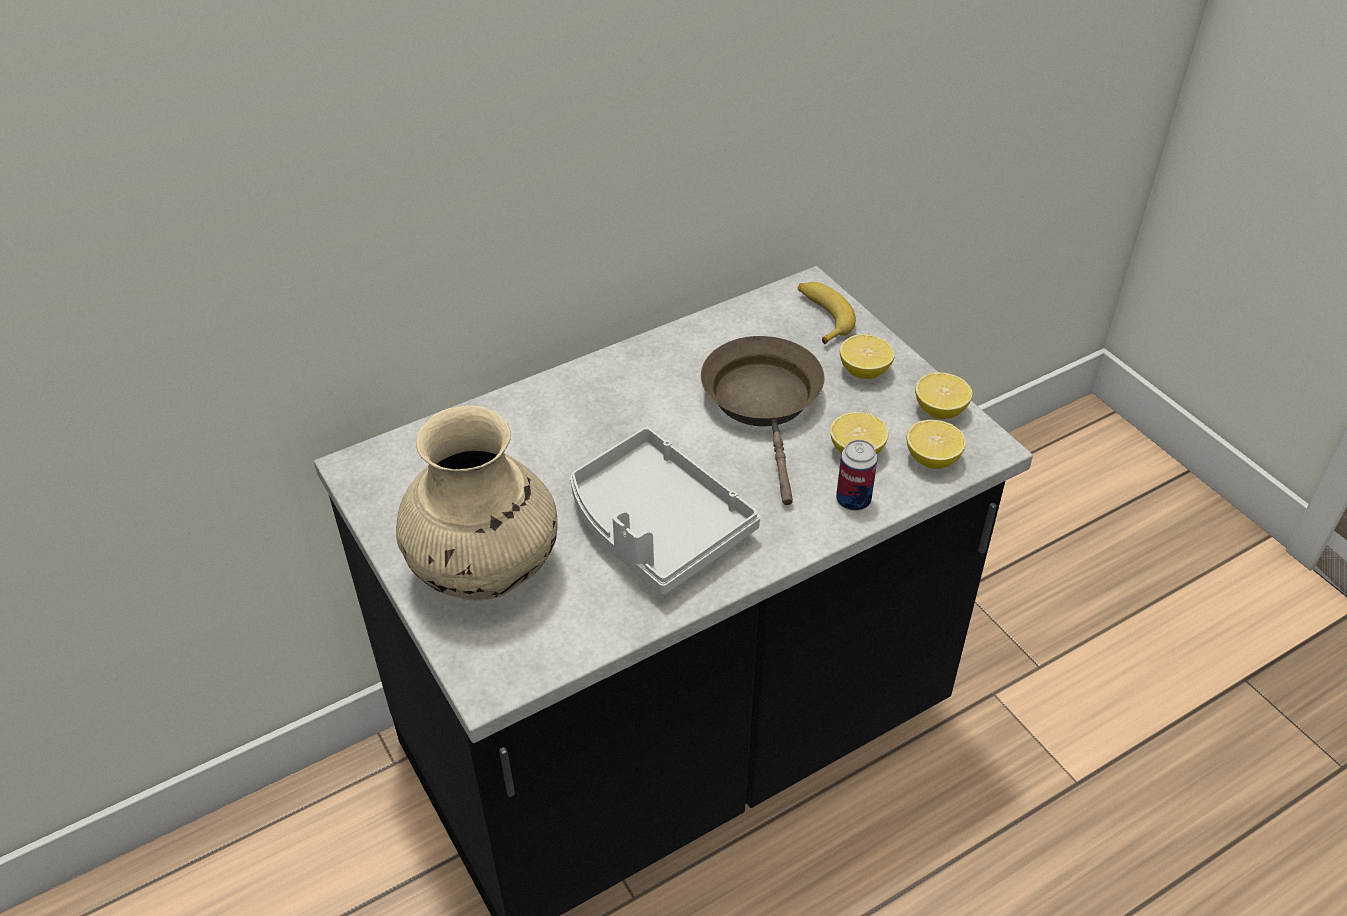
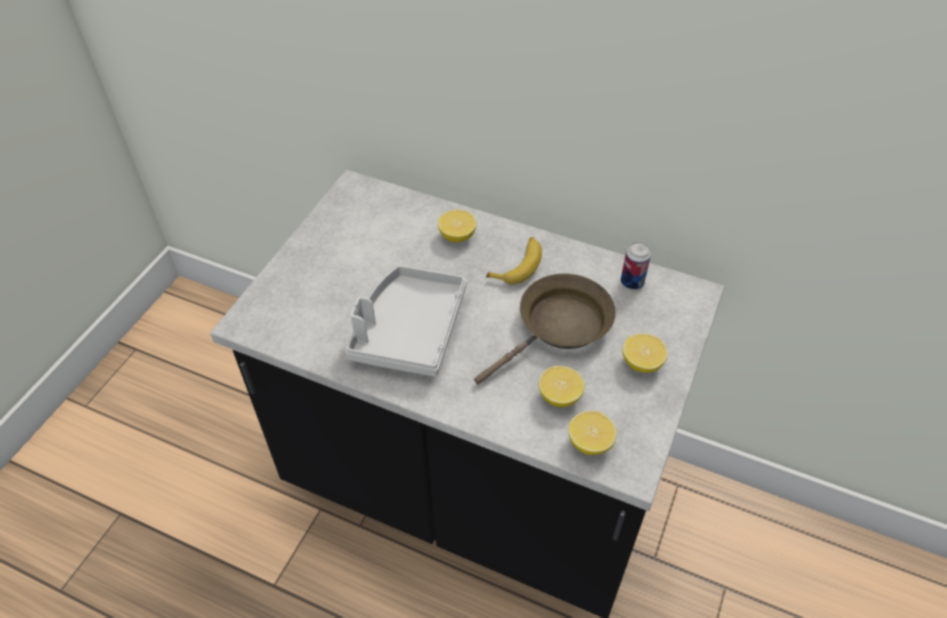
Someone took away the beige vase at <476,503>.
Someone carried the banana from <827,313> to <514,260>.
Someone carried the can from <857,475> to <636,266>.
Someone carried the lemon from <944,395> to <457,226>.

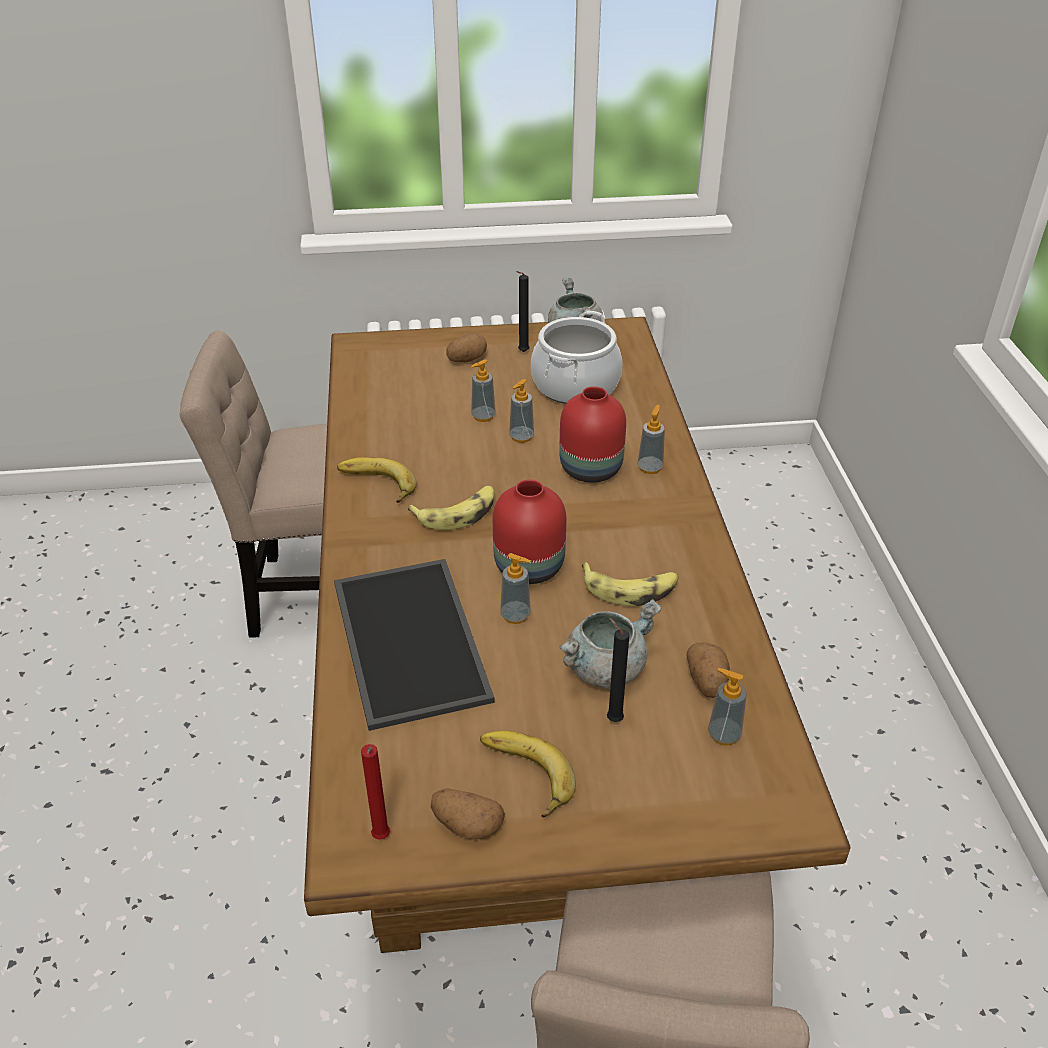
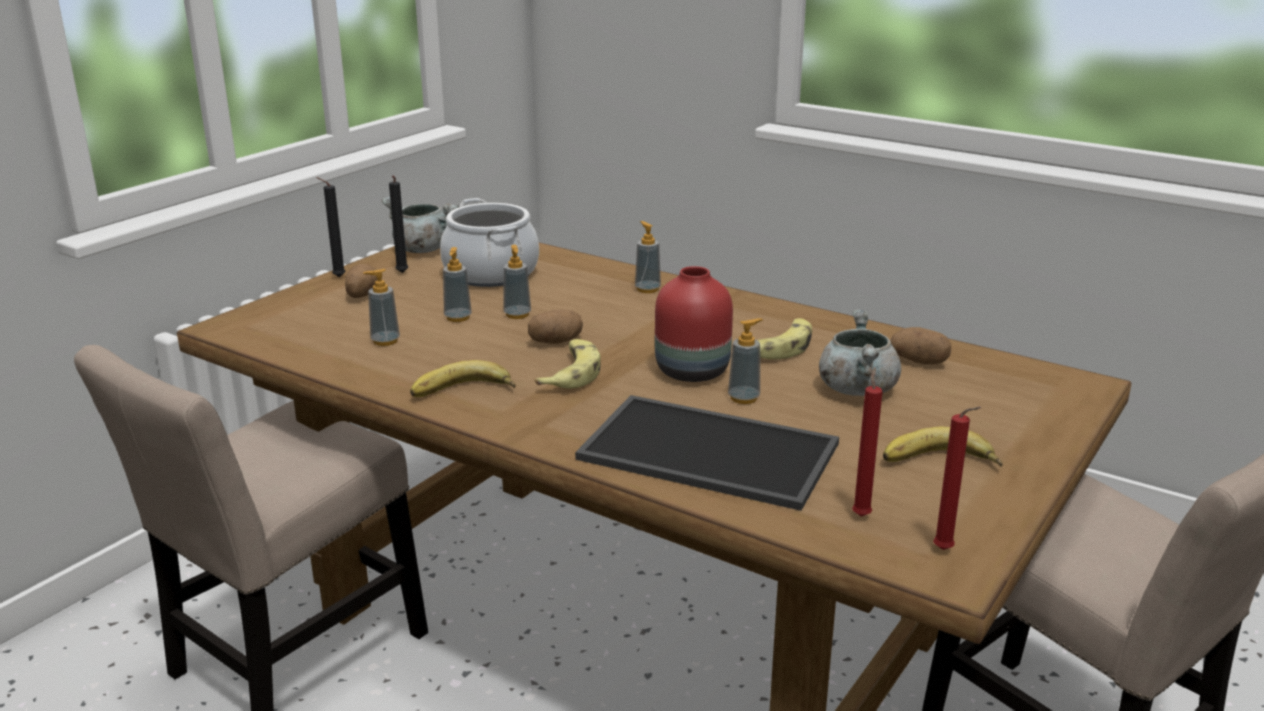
Someone carried the potato from <468,813> to <555,326>.
Someone took away the red vase at <592,434>.
Someone carried the black candle from <618,670> to <331,227>.
Someone carried the soap dispenser from <727,707> to <381,307>.
Someone put down the red candle at <867,442>.

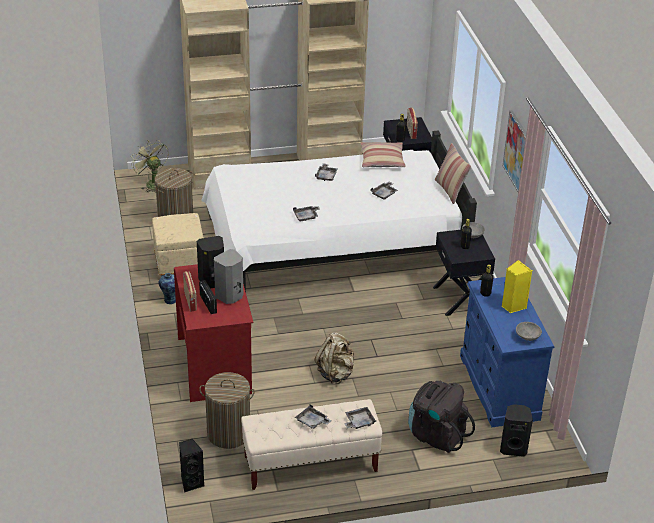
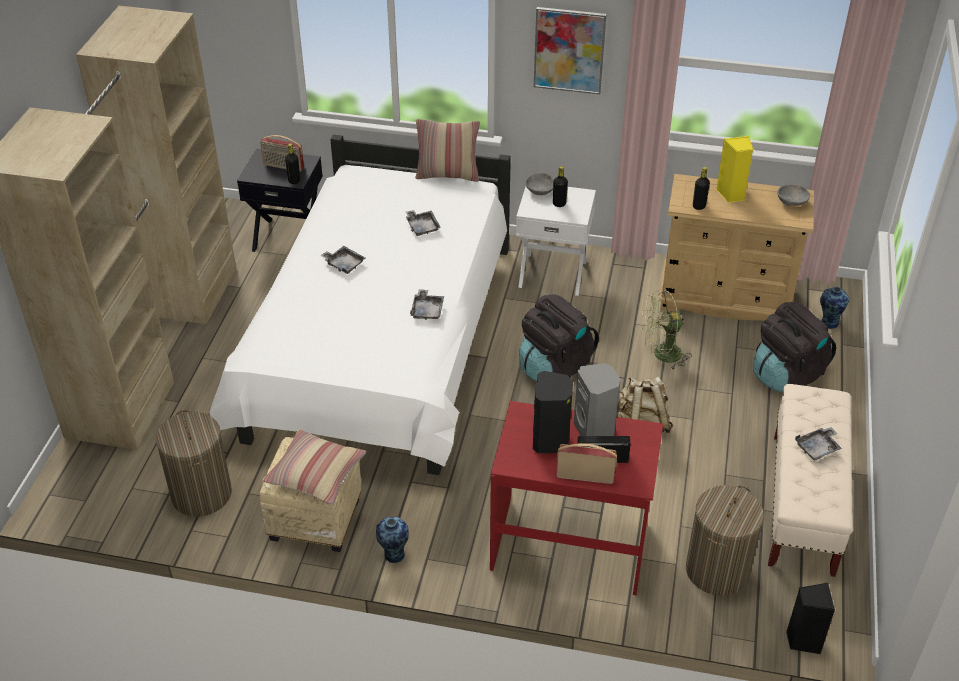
Someone carried the green fan from <150,165> to <666,329>.
Someone took away the grey tray at <360,418>.
Someone carried the pillow from <383,154> to <314,467>.
Someone repainted the black nightstand at <464,273>, which became the white nightstand at <556,241>.
Someone repainted the blue dresser at <507,352>, which became the beige dresser at <736,247>.
Someone swapped the black speaker at <516,430> for the vase at <834,308>.
Someone put down the black backpack at <559,338>.

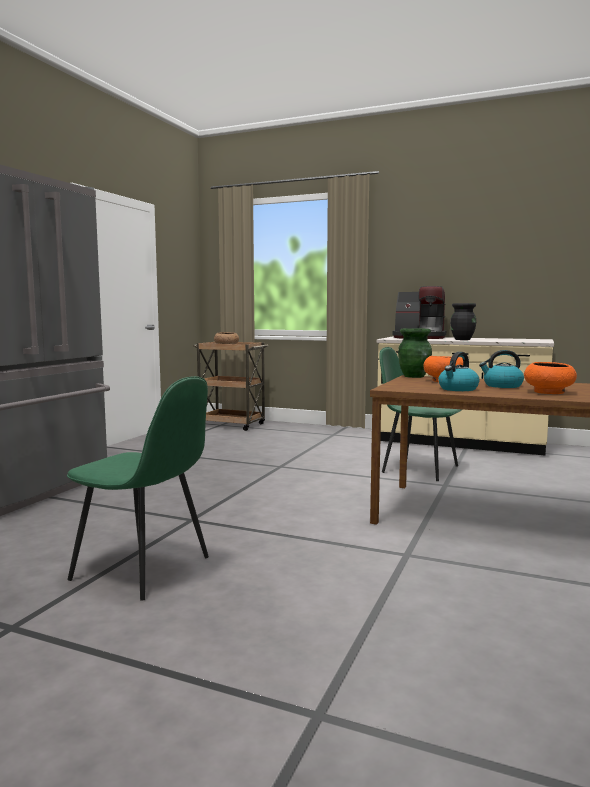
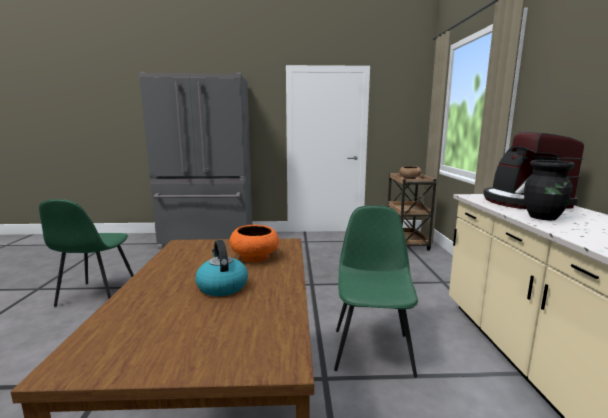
Someone took away the green vase at <415,353>.
Someone took away the kettle at <458,371>.
Someone took away the orange bowl at <550,378>.

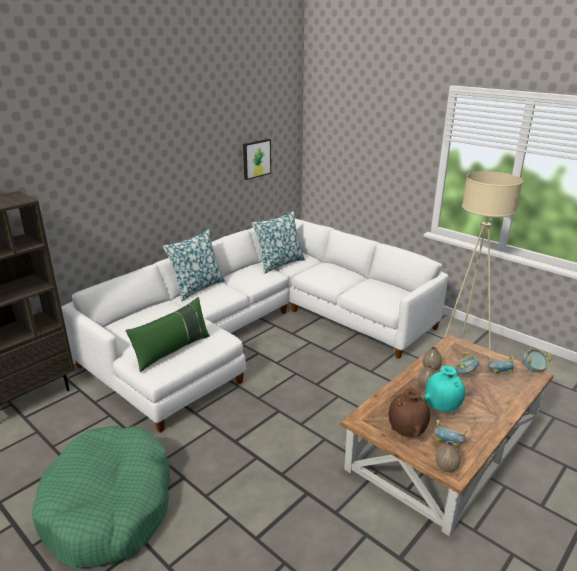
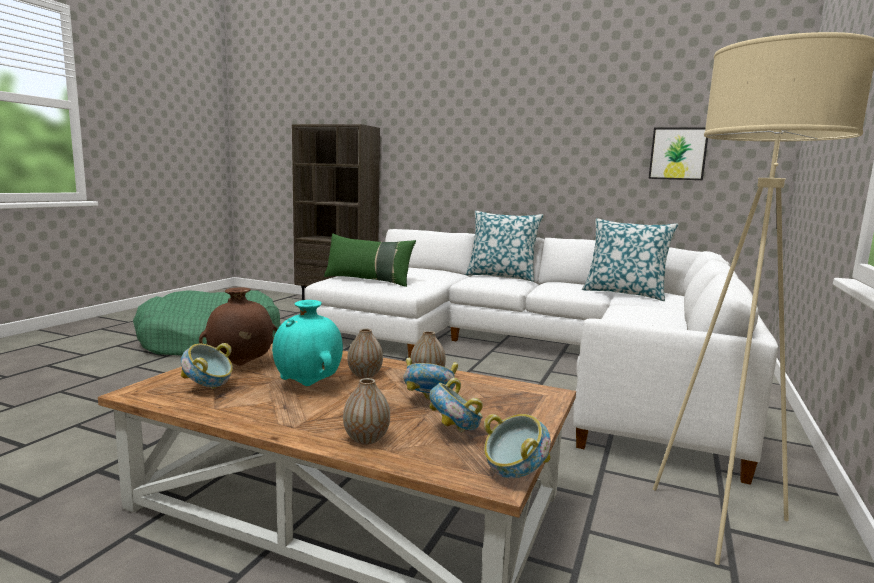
Someone carried the vase from <448,456> to <366,411>.

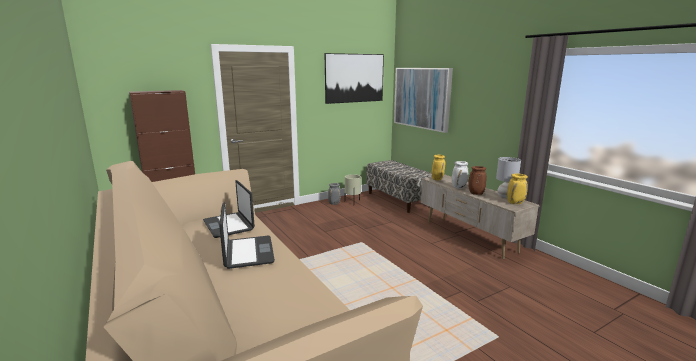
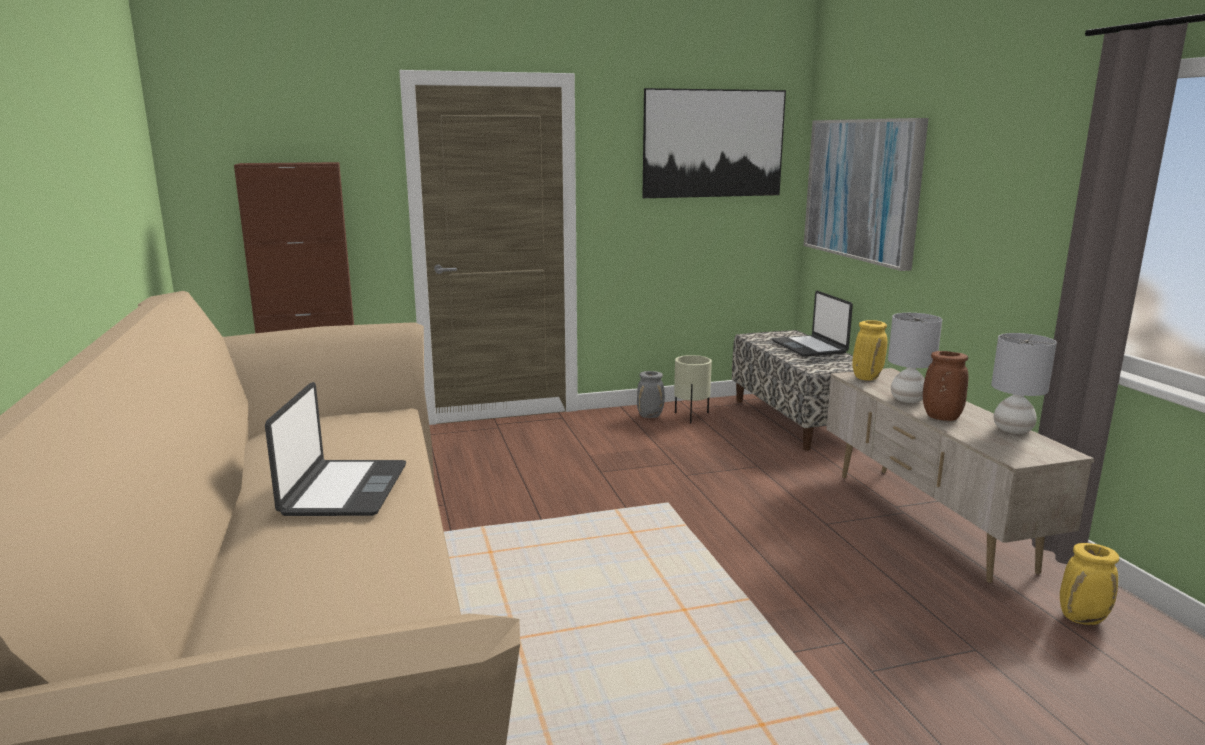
Someone carried the laptop from <229,209> to <812,324>.
Someone swapped the white vase at <460,175> for the grey table lamp at <915,358>.
Someone carried the yellow vase from <517,189> to <1089,584>.

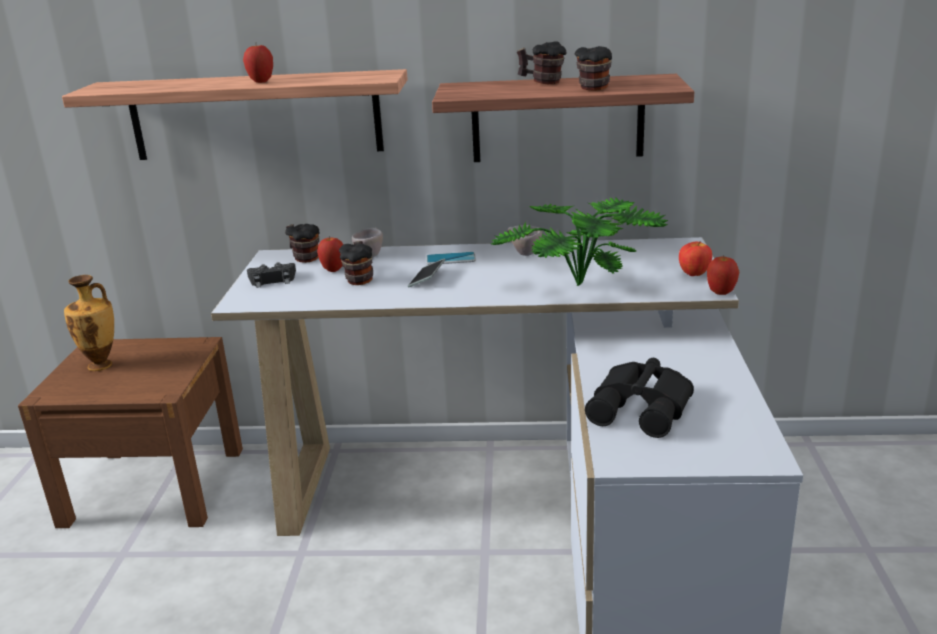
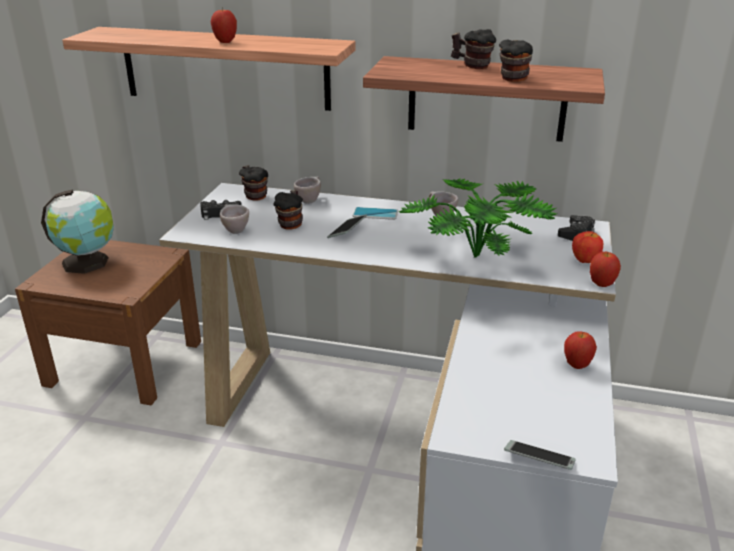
Someone swapped the vase at <89,323> for the globe at <77,232>.
Someone carried the apple from <330,254> to <580,350>.
Someone took away the black binoculars at <639,398>.
Someone put down the beige cup at <234,219>.
Someone put down the phone at <540,455>.
Someone put down the black game controller at <576,228>.

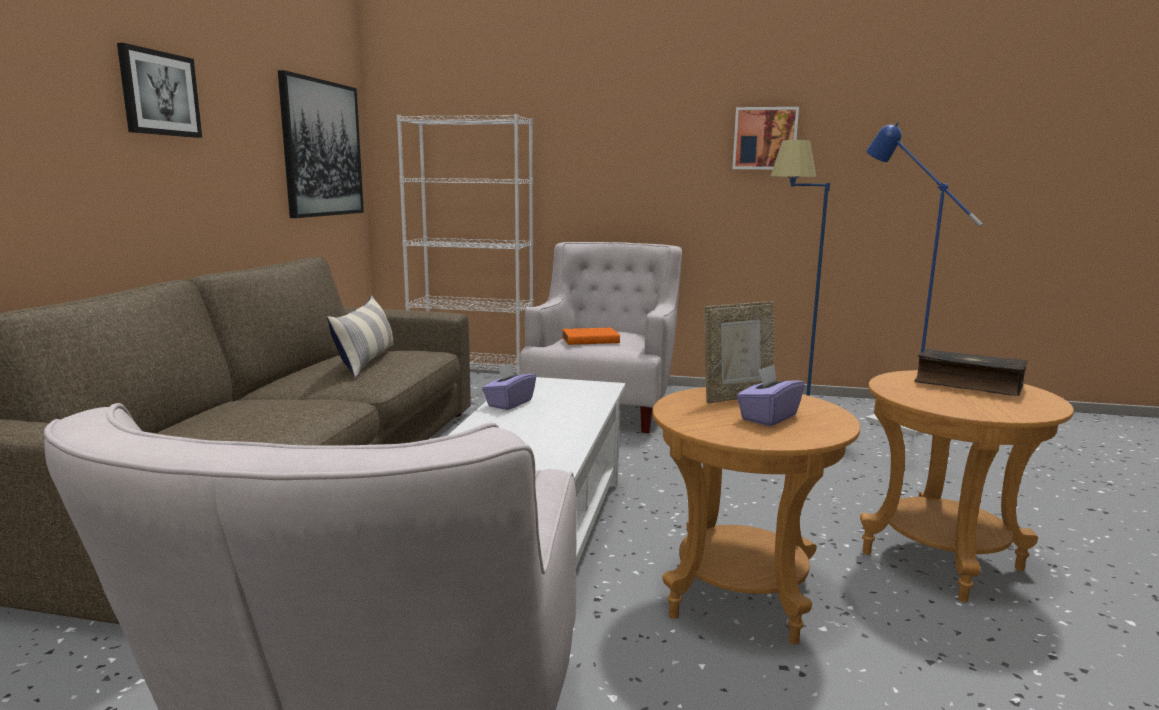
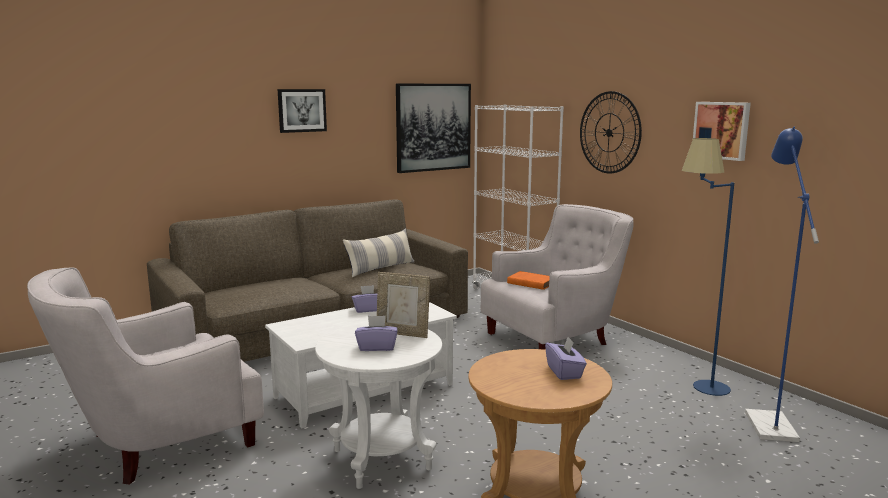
Someone repainted the brown side table at <756,516>, which became the white side table at <378,406>.
Someone swapped the book at <971,372> for the purple tissue box at <566,358>.
Someone put up the wall clock at <611,132>.

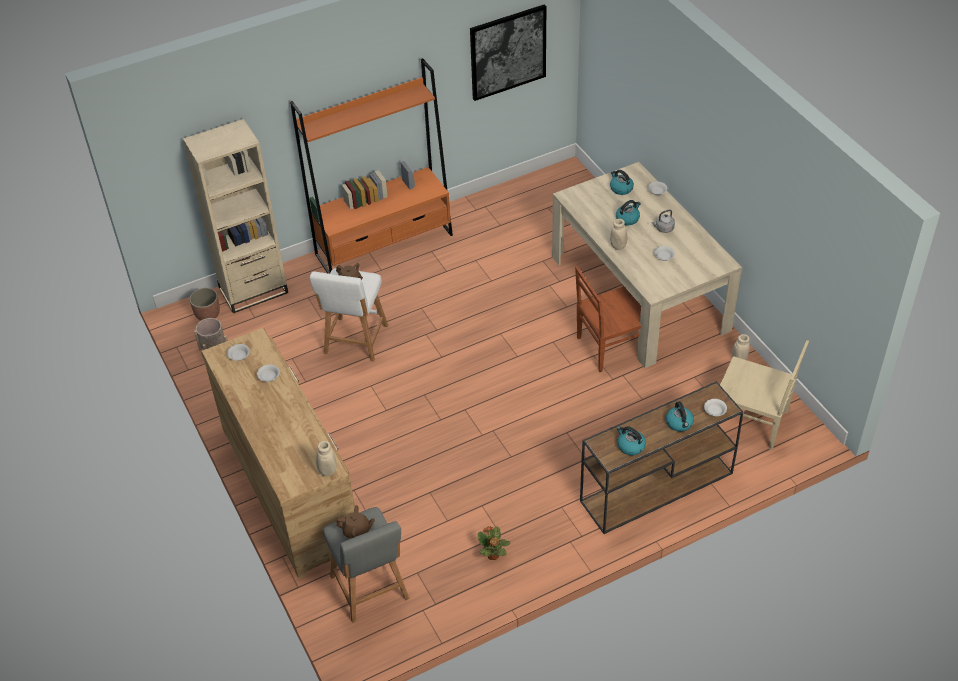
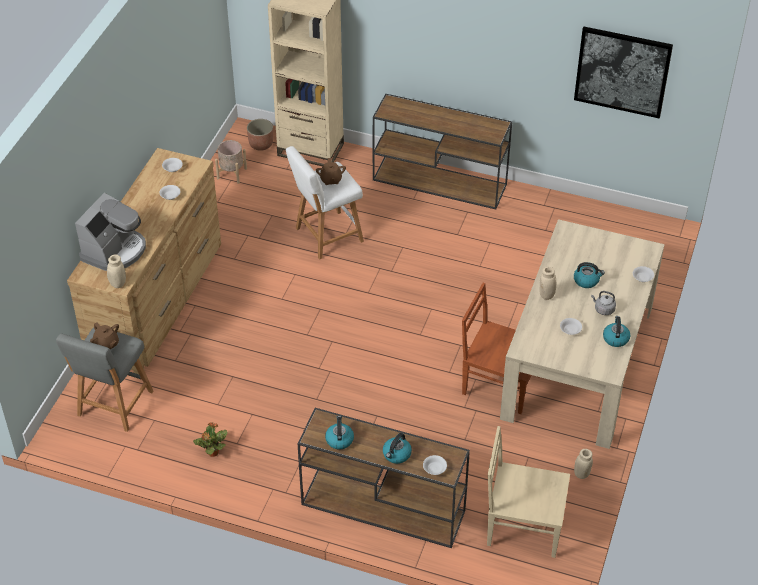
Someone swapped the orange bookcase at <371,166> for the brown console table at <442,151>.
Someone carried the kettle from <622,182> to <616,331>.
Someone rotated the beige chair at <764,395> by 120 degrees clockwise.
Someone put down the coffee machine at <110,232>.

